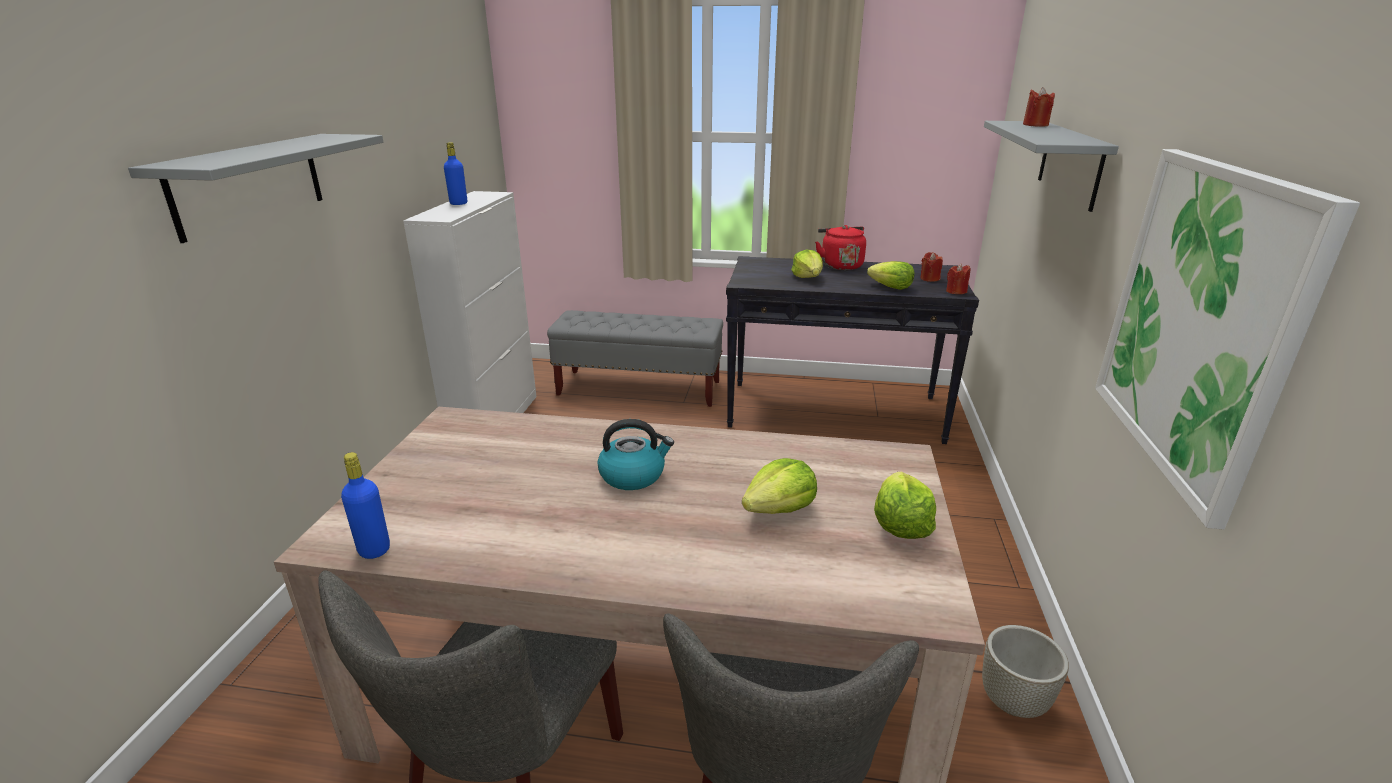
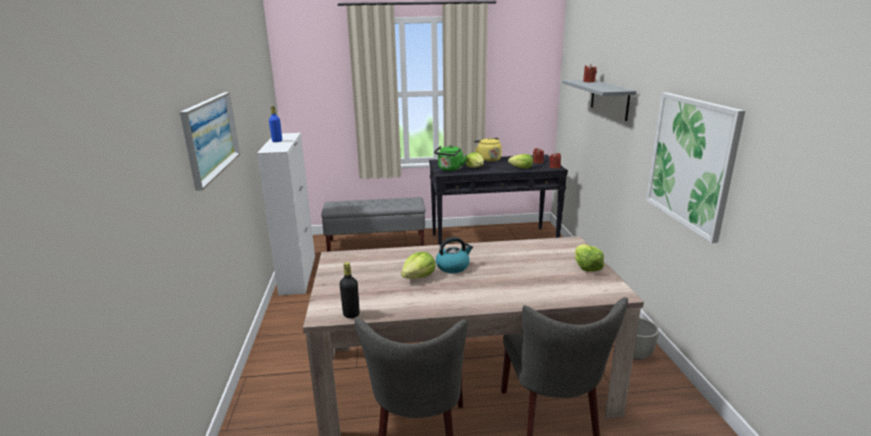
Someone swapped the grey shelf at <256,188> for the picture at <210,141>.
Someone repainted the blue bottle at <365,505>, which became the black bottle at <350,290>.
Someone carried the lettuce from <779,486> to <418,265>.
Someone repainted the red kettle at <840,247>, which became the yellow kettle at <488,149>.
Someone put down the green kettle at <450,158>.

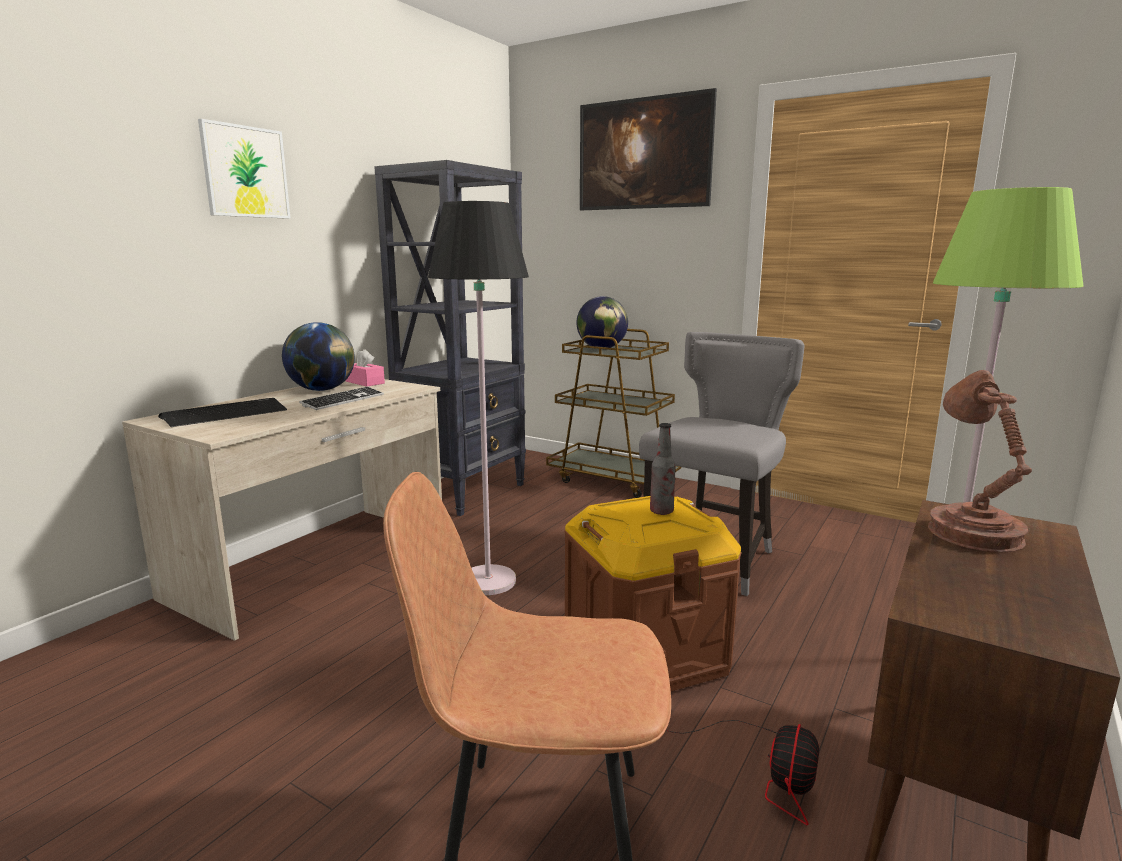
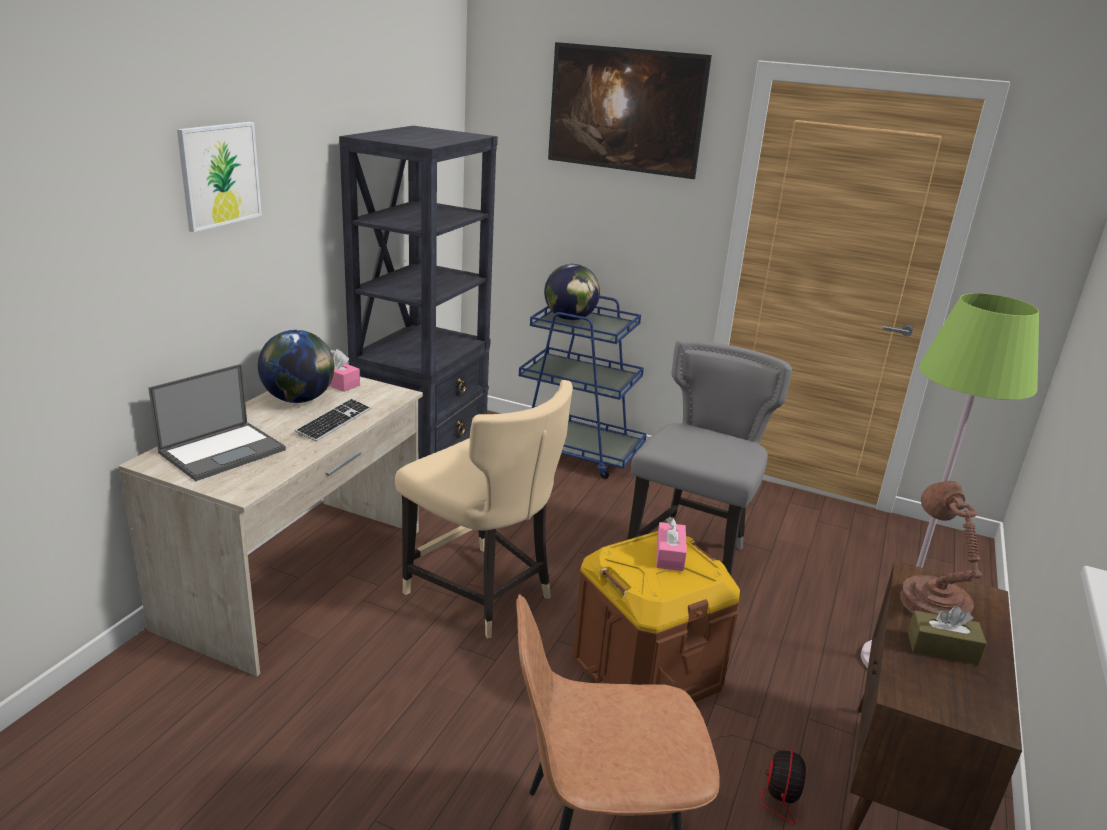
Someone swapped the keyboard at <222,412> for the laptop at <217,422>.
Someone swapped the black floor lamp at <478,398> for the beige chair at <484,509>.
Someone repainted the brown cart at <613,413>, which became the blue cart at <583,387>.
Someone swapped the bottle at <663,469> for the pink tissue box at <671,544>.
Someone put down the brown tissue box at <947,635>.

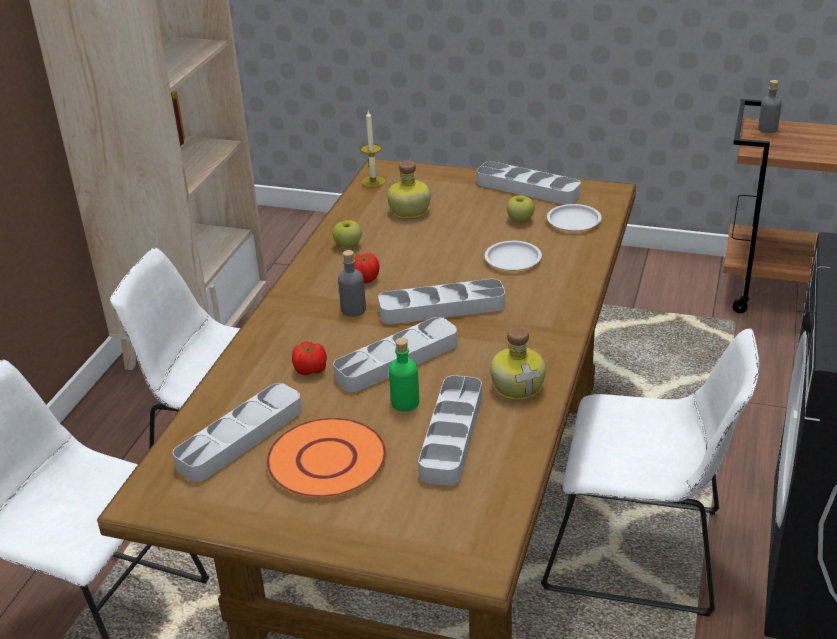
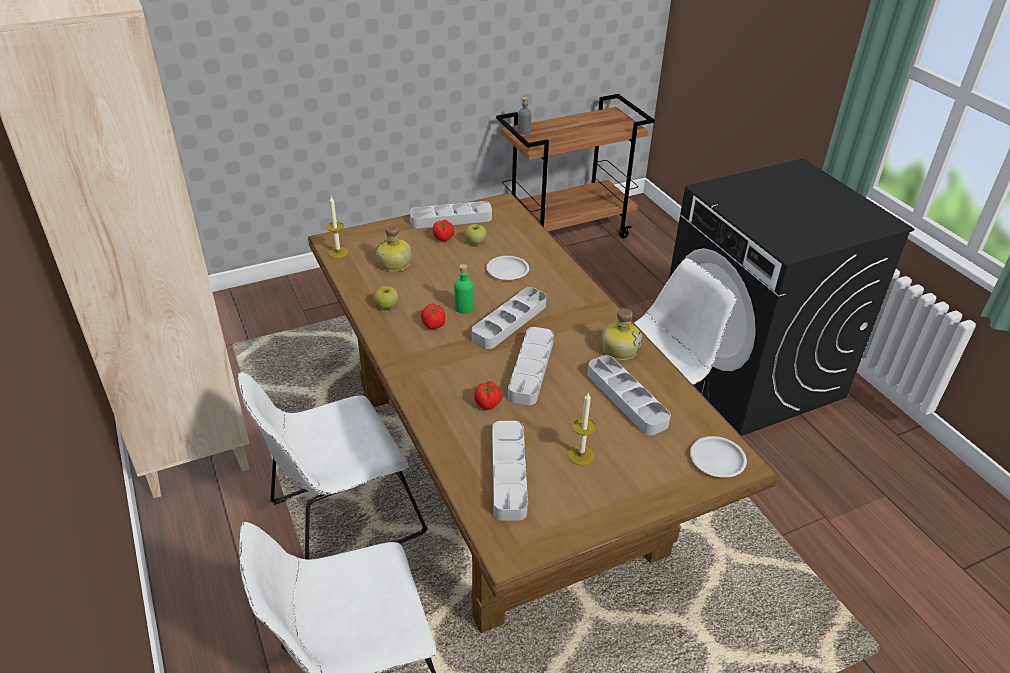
Someone swapped the orange plate at <326,458> for the candle at <582,429>.
Someone took away the grey bottle at <352,283>.
Someone carried the green bottle from <404,374> to <464,289>.
Someone carried the white plate from <574,217> to <718,457>.
Someone put down the tomato at <444,230>.

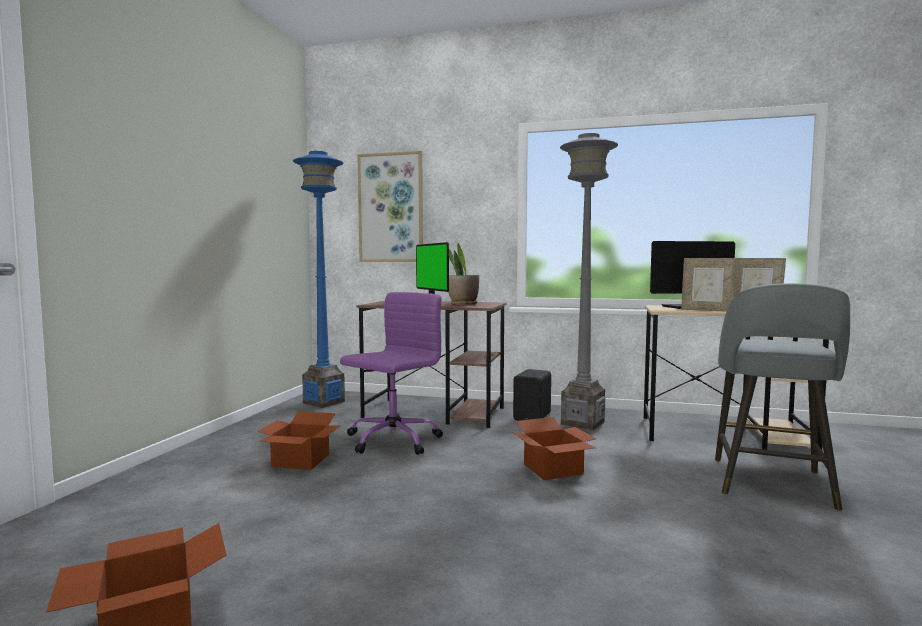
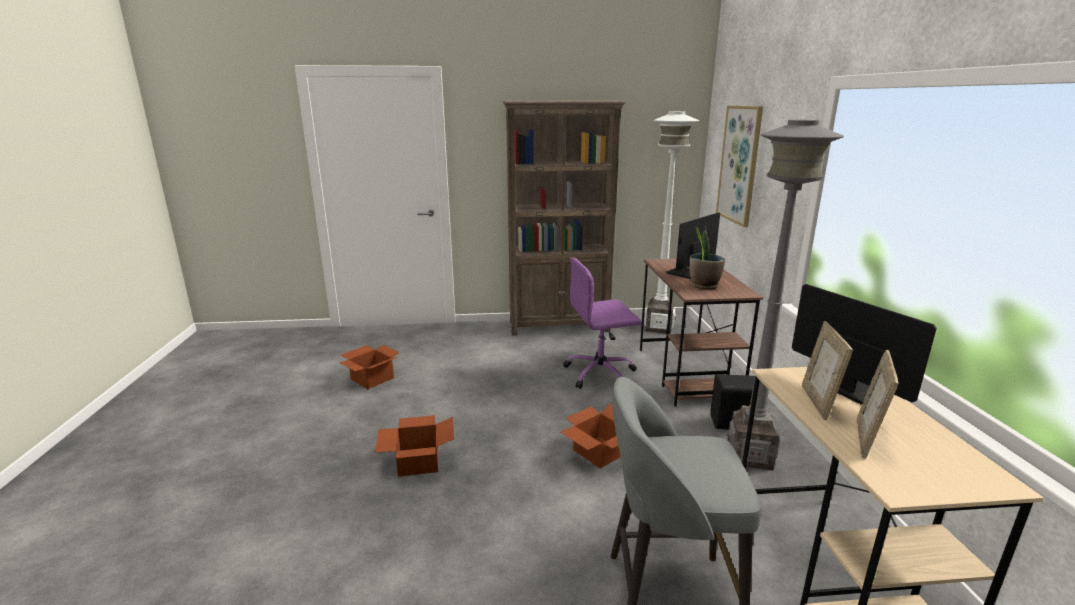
Someone carried the cardboard box from <299,440> to <414,446>.
Someone repainted the blue floor lamp at <319,279>, which became the white floor lamp at <671,222>.
Someone rotated the purple office chair at <391,373> by 150 degrees clockwise.
Someone put down the brown bookcase at <564,217>.

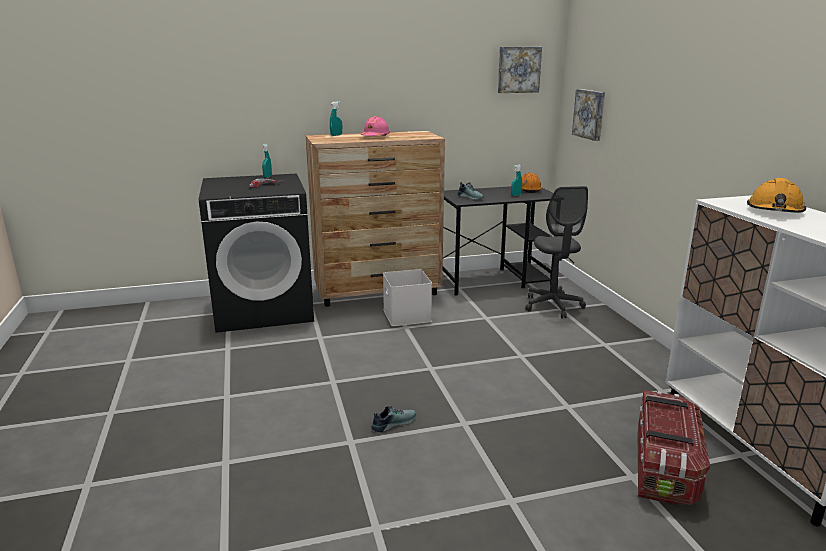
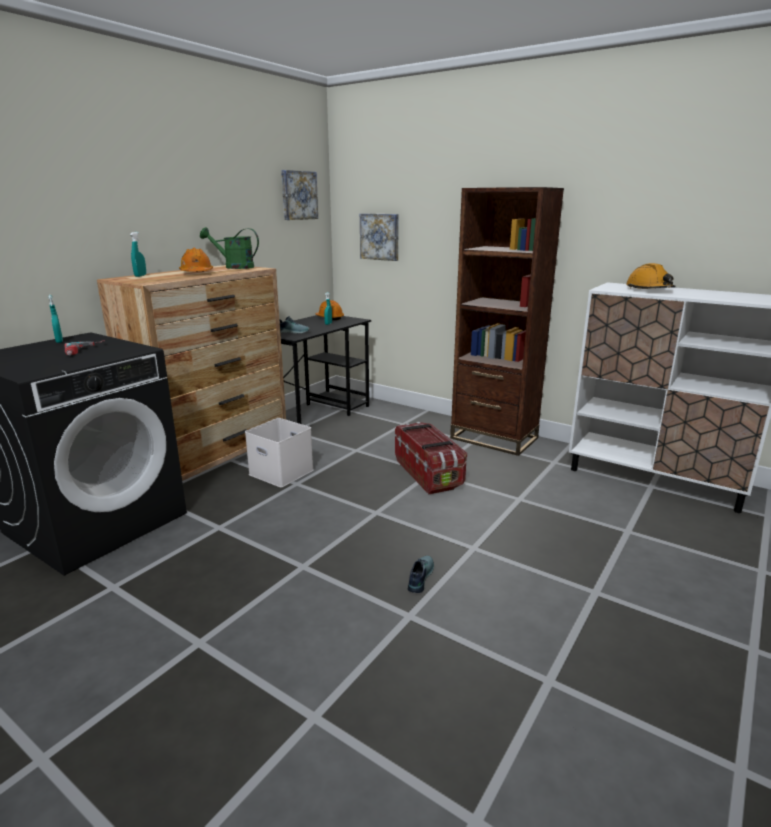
Someone repainted the pink hard hat at <375,126>, which became the orange hard hat at <196,260>.
Someone took away the grey office chair at <556,252>.
Someone carried the storage box from <674,447> to <431,458>.
Someone put down the green watering can at <229,248>.
Someone put down the brown bookcase at <507,321>.

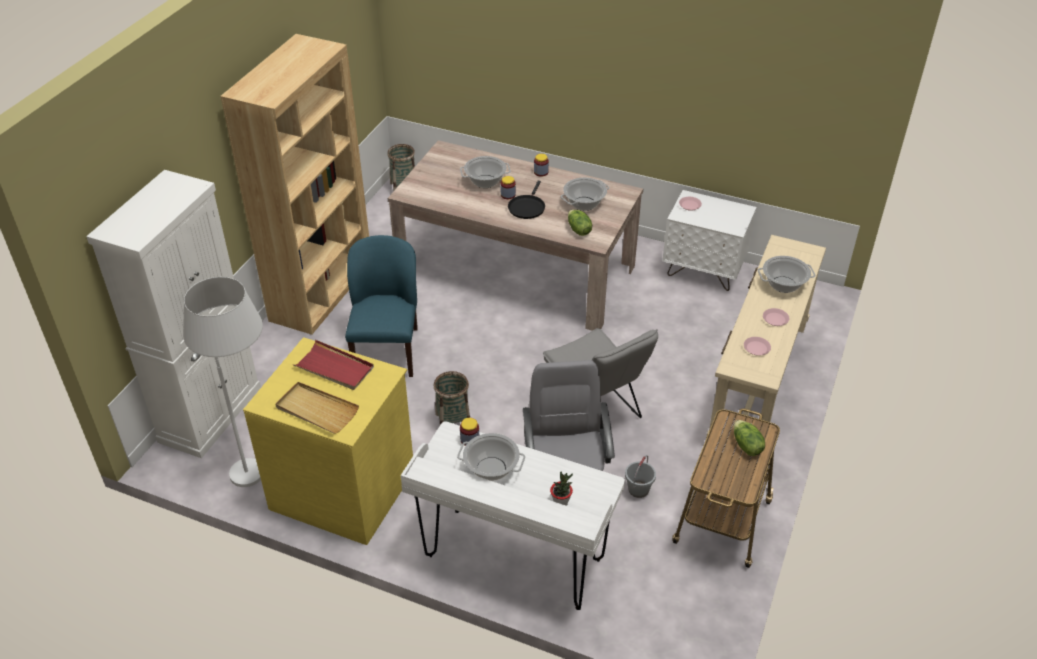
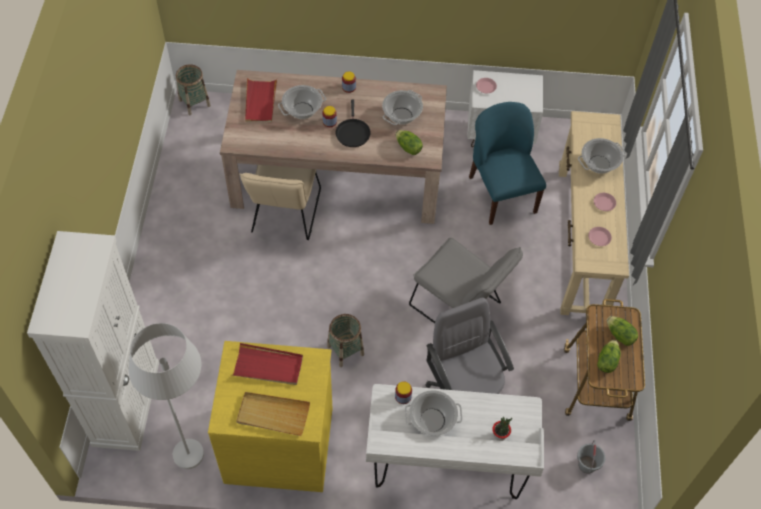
Someone took away the brown bookcase at <294,184>.
Someone carried the blue chair from <381,306> to <507,163>.
Someone carried the grey bucket from <640,476> to <591,457>.
Someone put down the beige chair at <280,202>.
Someone put down the red tray at <261,100>.
Someone put down the lettuce at <609,356>.

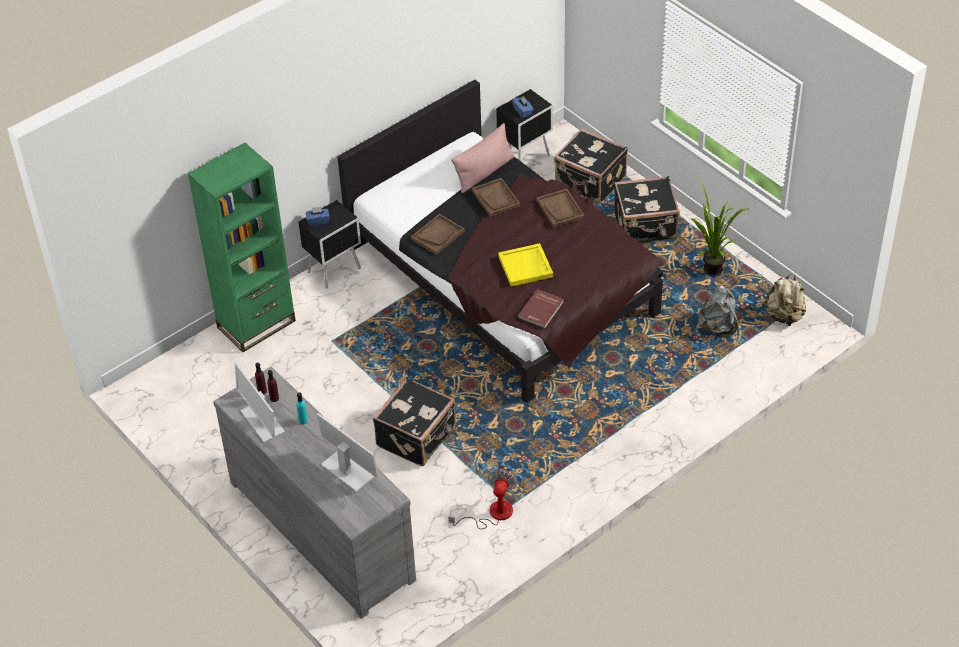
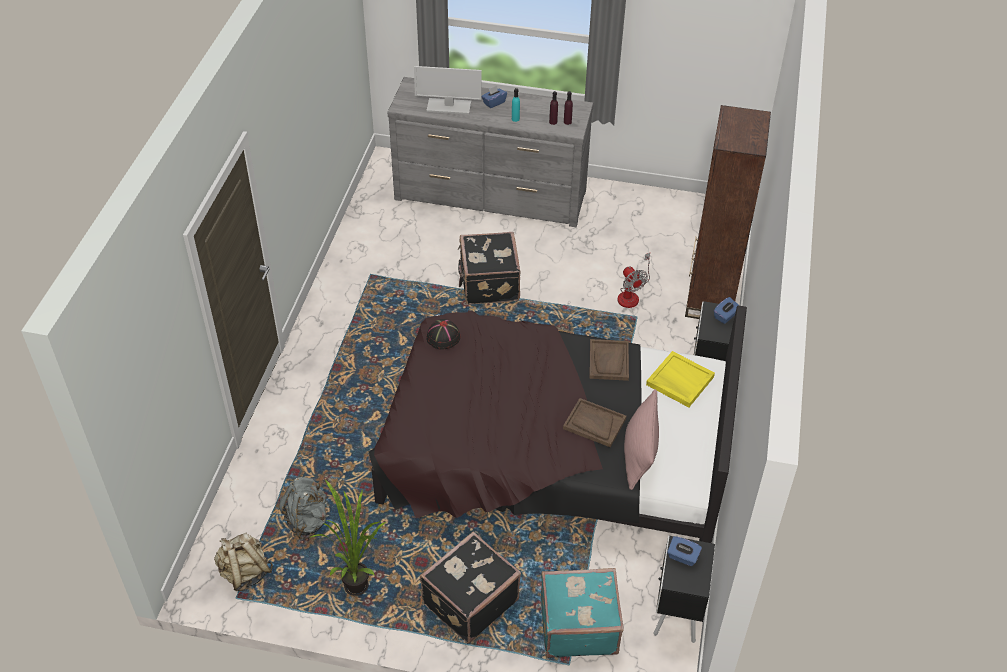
Someone repainted the green bookcase at <242,247>, which became the brown bookcase at <728,212>.
Someone took away the monitor at <260,403>.
Someone carried the fan from <483,499> to <633,280>.
Someone carried the yellow tray from <525,265> to <680,379>.
Someone swapped the red book at <541,308> for the black hat at <443,334>.
Someone took away the brown tray at <560,208>.
Someone repainted the black suitcase at <591,165>, which became the turquoise suitcase at <582,613>.
Someone put down the blue tissue box at <494,97>.

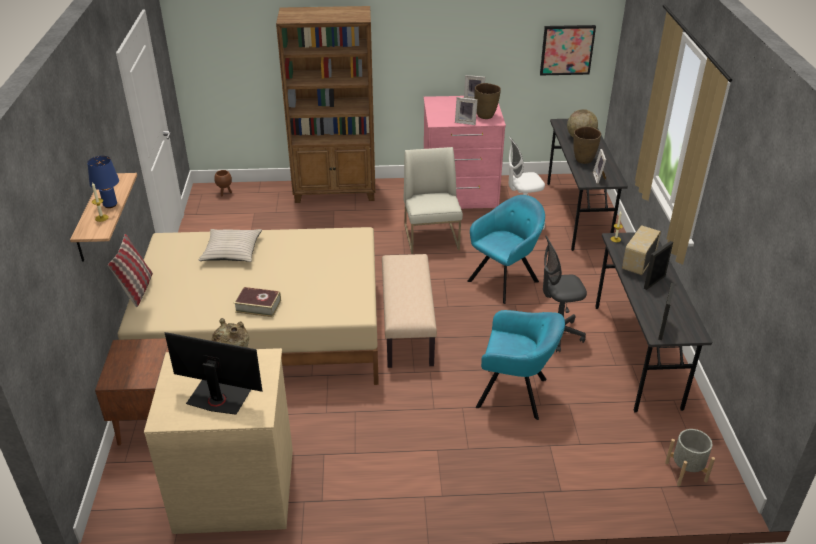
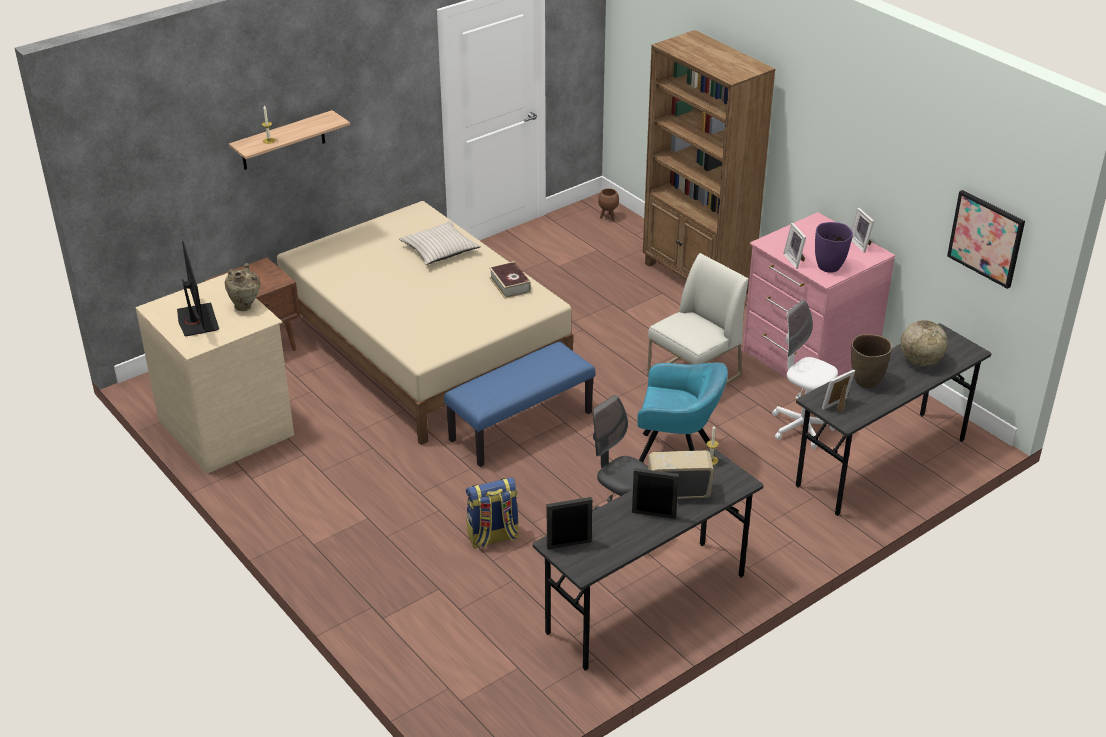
Someone took away the blue table lamp at <103,182>.
Someone took away the pillow at <130,270>.
Someone carried the book from <257,302> to <510,280>.
Someone repainted the beige bench at <409,311>, which became the blue bench at <519,404>.
Someone repainted the brown vase at <488,101>, which became the purple vase at <834,247>.
Someone swapped the turquoise armchair at <520,365> for the backpack at <492,513>.
Someone took away the grey planter at <690,457>.

